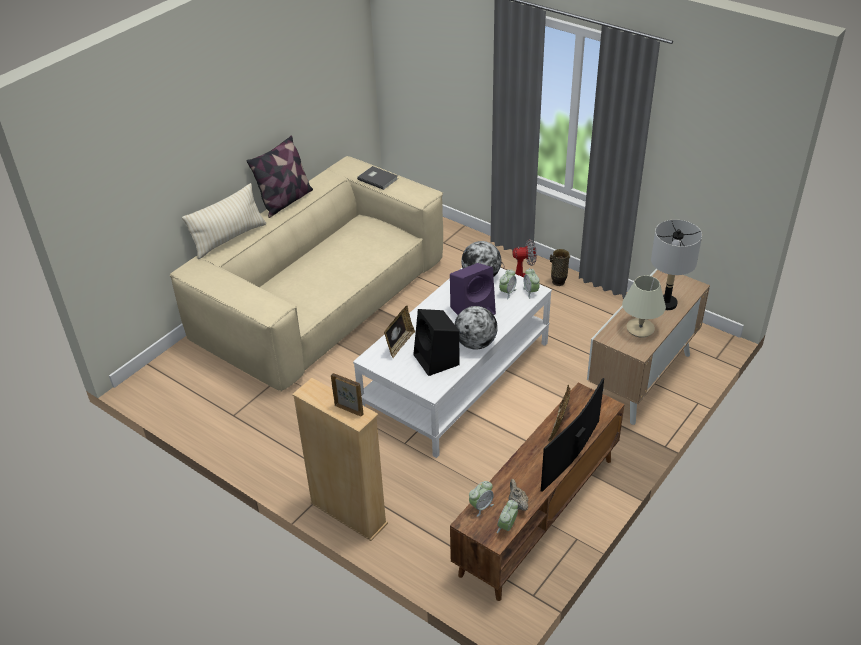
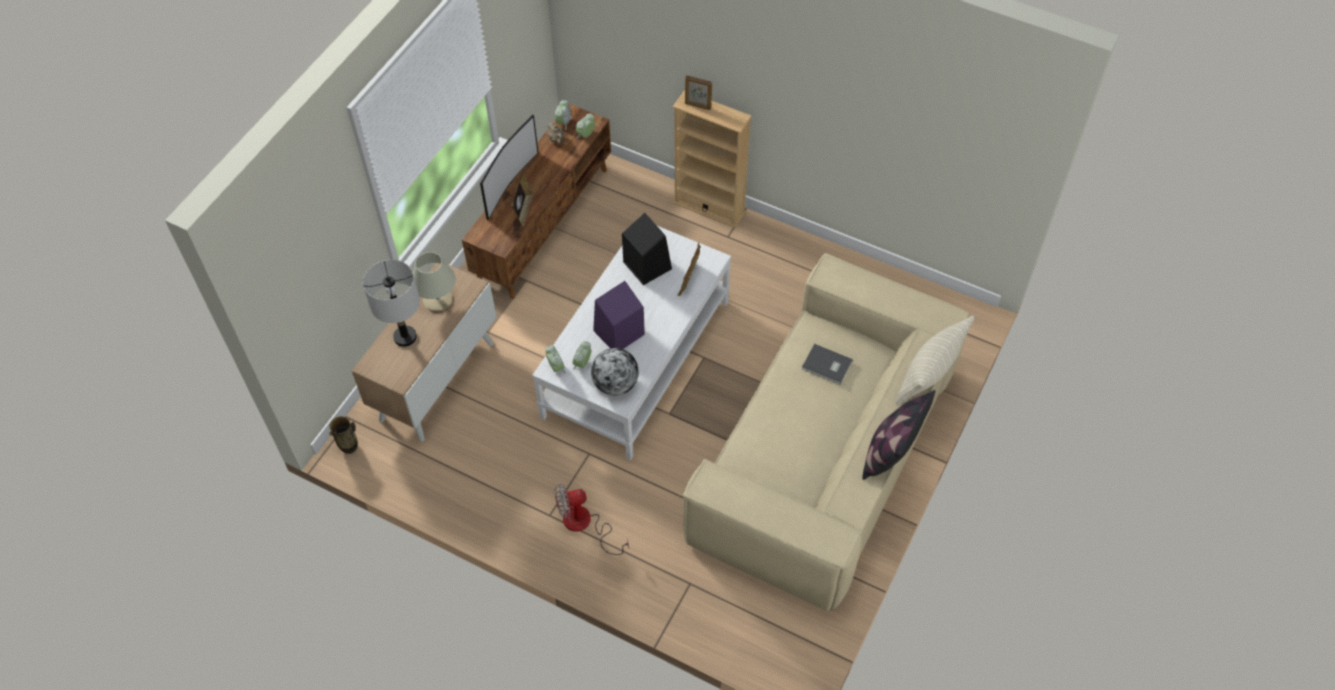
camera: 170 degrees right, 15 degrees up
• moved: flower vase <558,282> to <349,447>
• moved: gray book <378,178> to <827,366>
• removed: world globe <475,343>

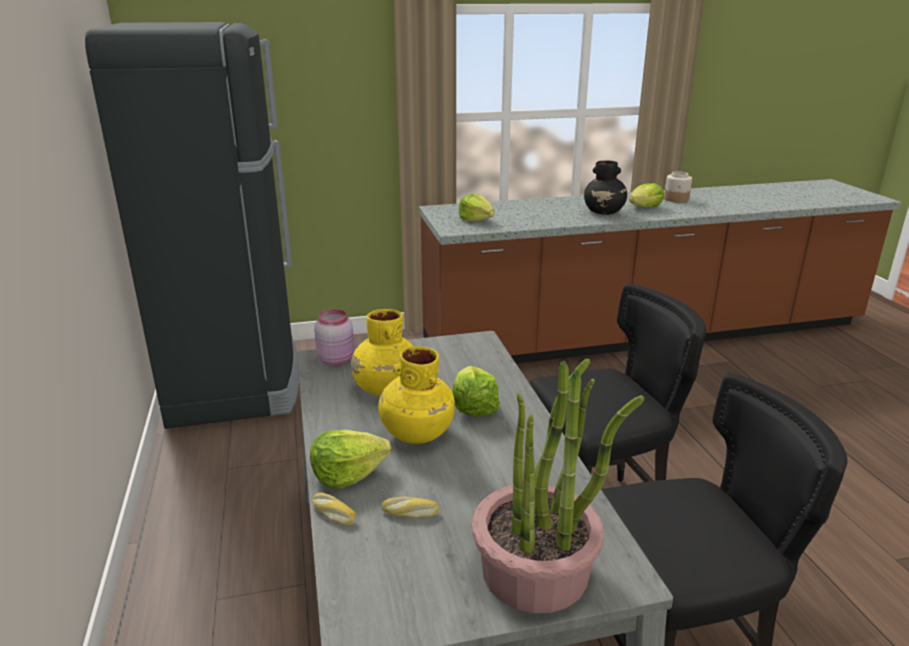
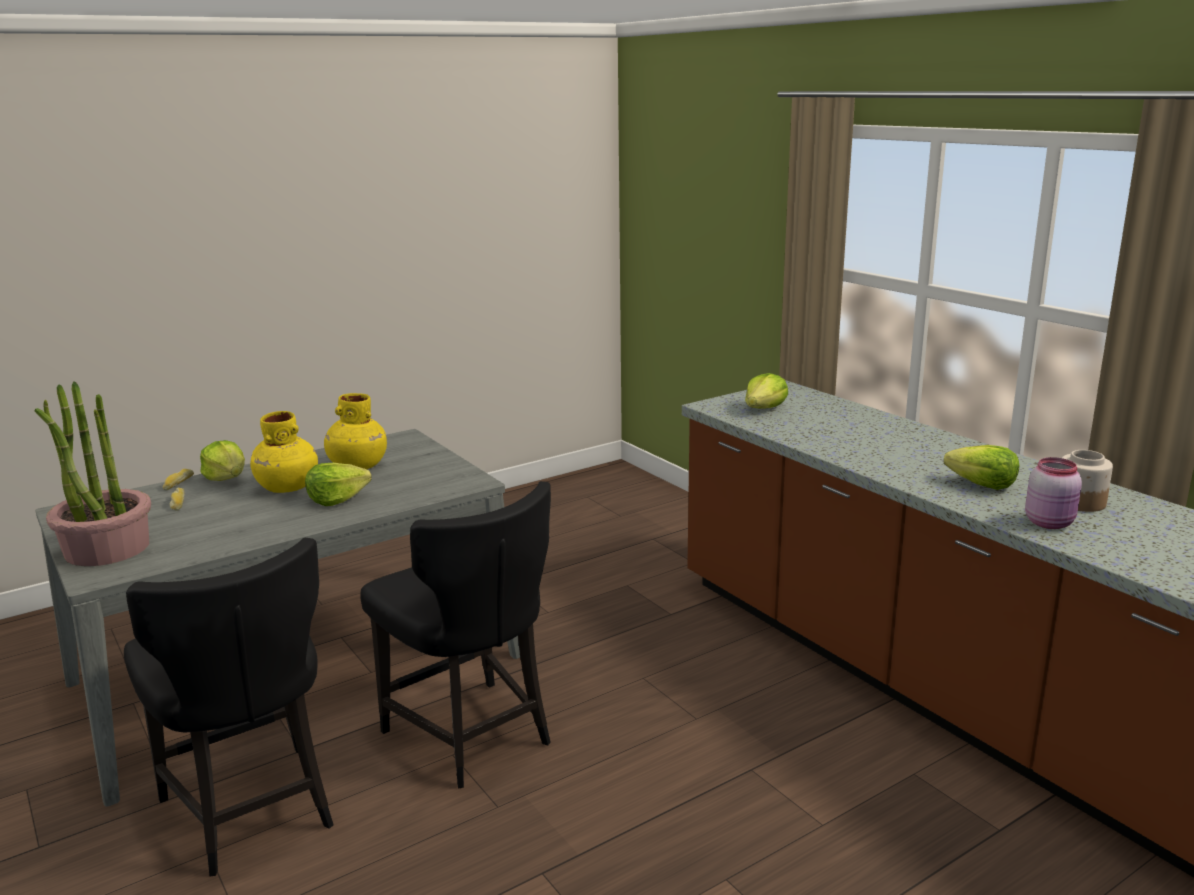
camera: 70 degrees right, 5 degrees down
• moved: pink-coloured jar <336,359> to <1050,523>
• removed: black refrigerator <235,382>
• removed: black flower vase <604,212>

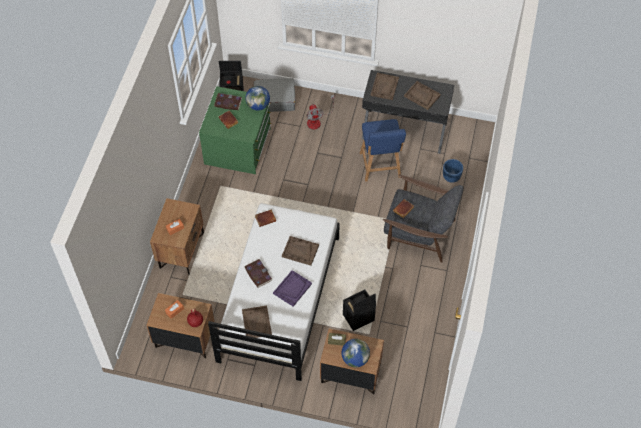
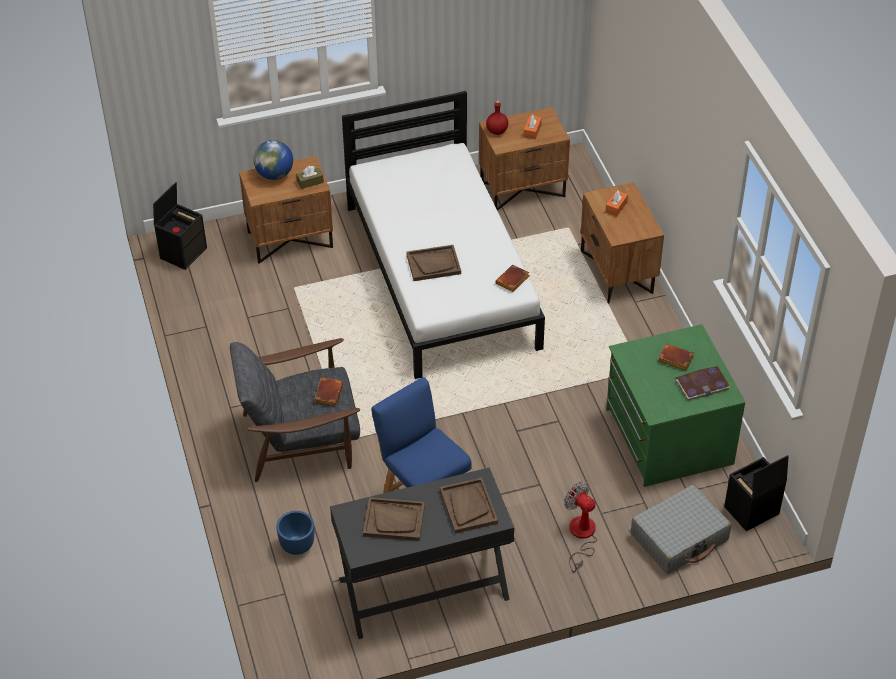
camera: 150 degrees right, 10 degrees down
• moved: black storage box <358,318> to <183,252>
• removed: brown tray <257,323>
• removed: world globe <258,105>
• removed: book <258,274>
• removed: purple-coloured tray <292,288>

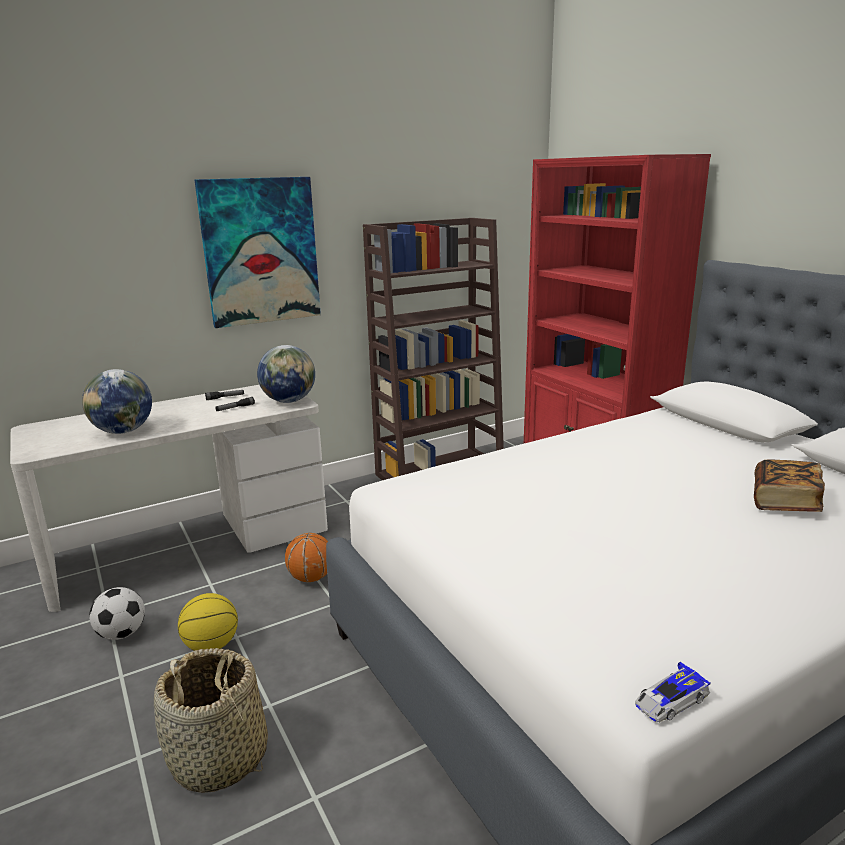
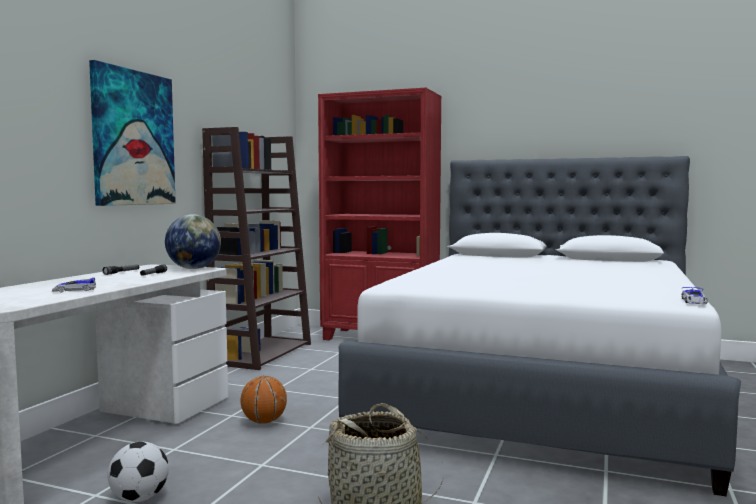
camera: 40 degrees left, 15 degrees down
• replaced: world globe <123,431> to toy car <74,290>
• removed: ball for basketball <211,646>
• removed: book <785,502>

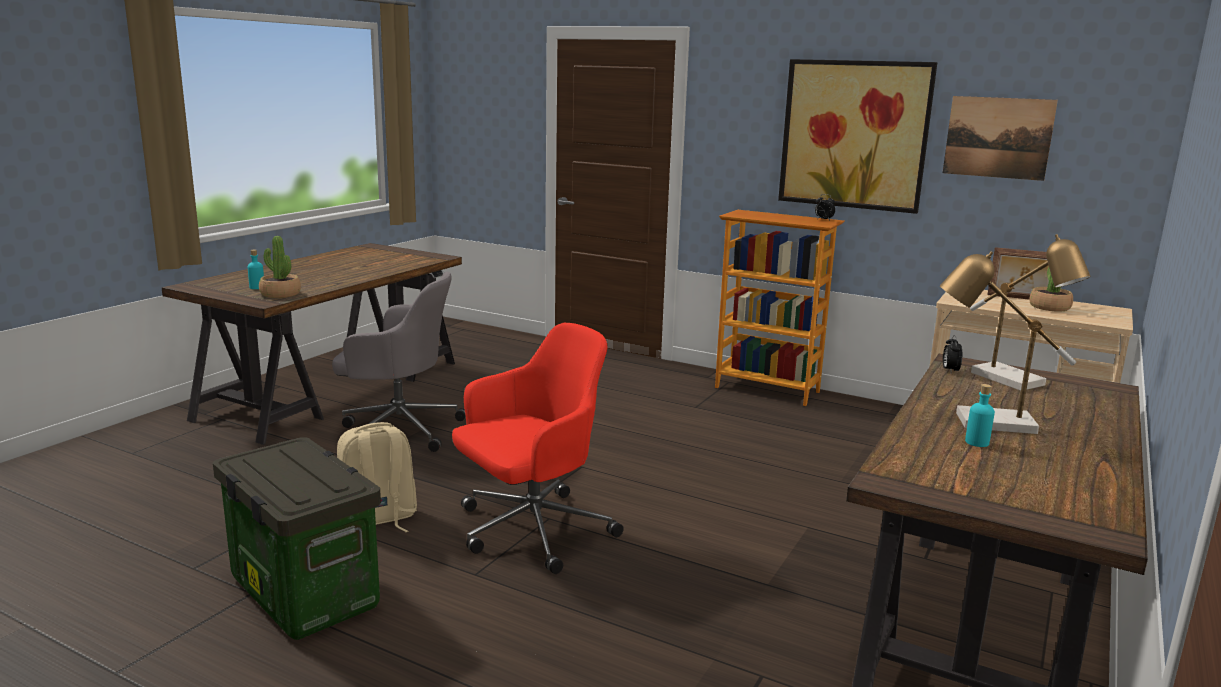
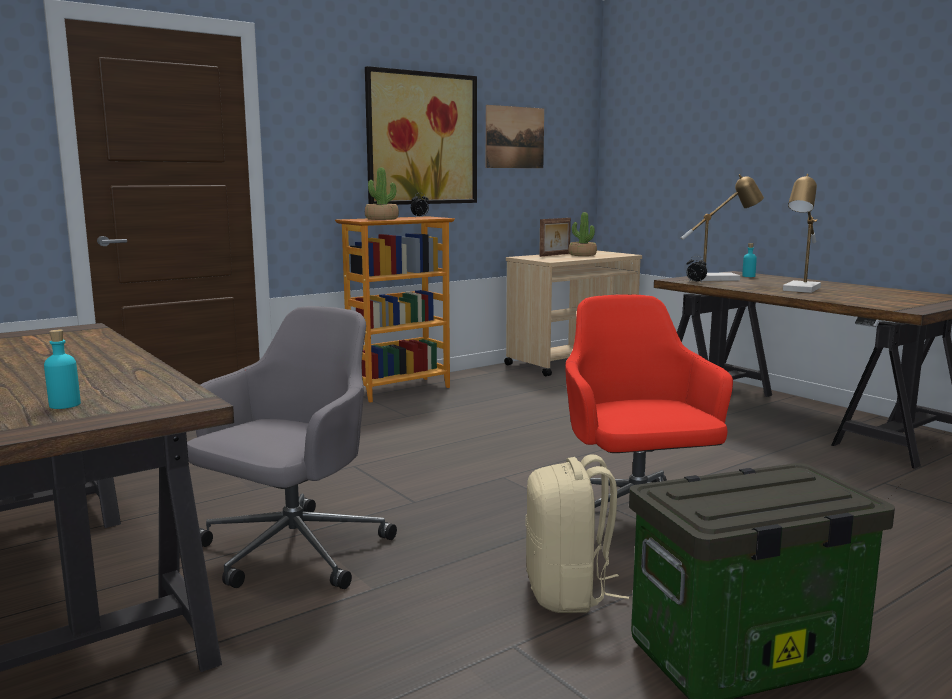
camera: 65 degrees left, 5 degrees down
• moved: potted plant <280,294> to <381,219>
• moved: blue-green drink bottle <977,442> to <748,276>

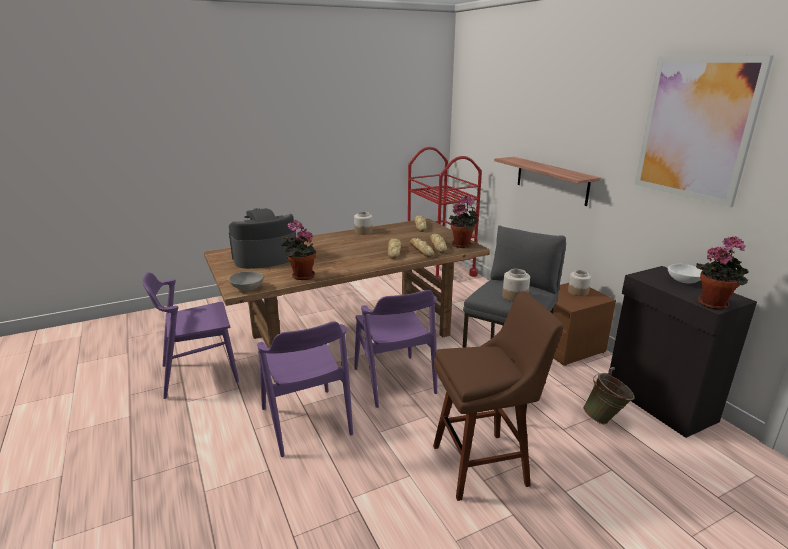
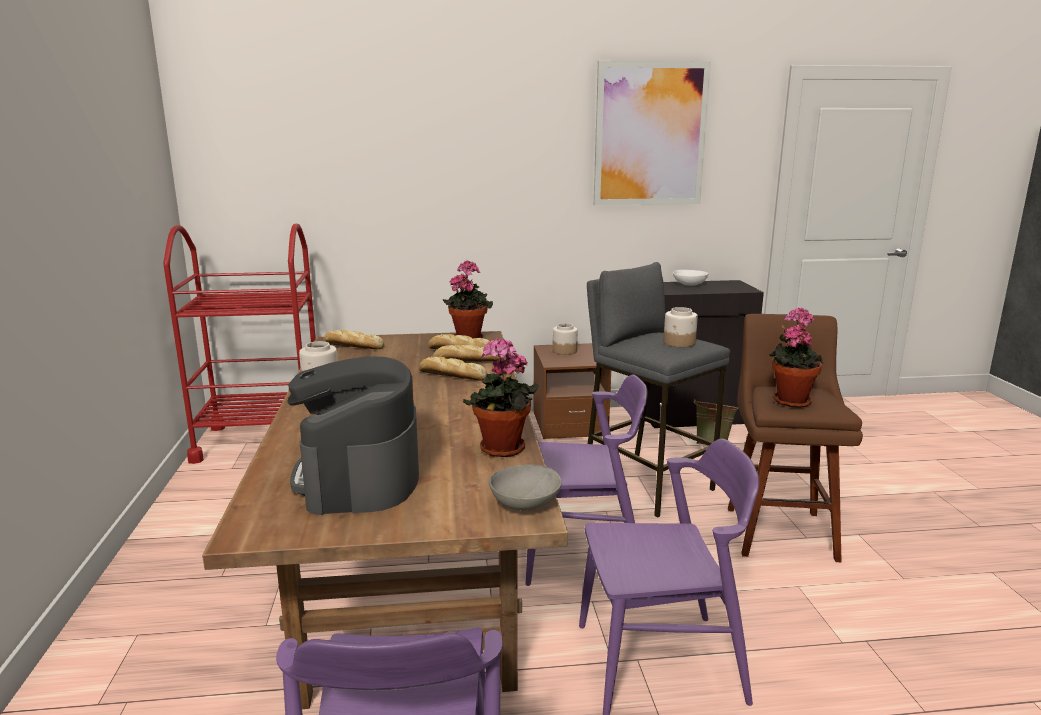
camera: 70 degrees left, 5 degrees down
• moved: potted plant <714,303> to <790,400>
• removed: shelf <551,180>

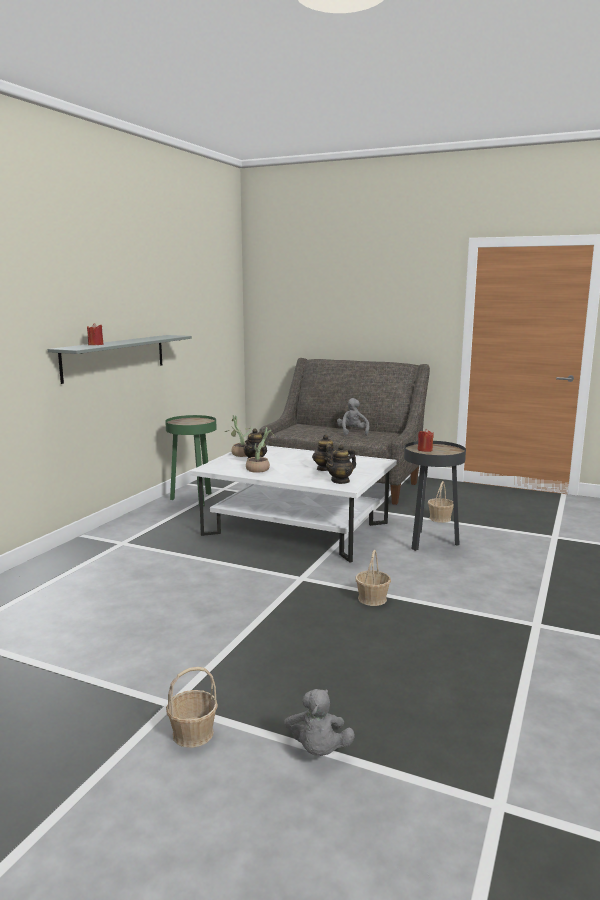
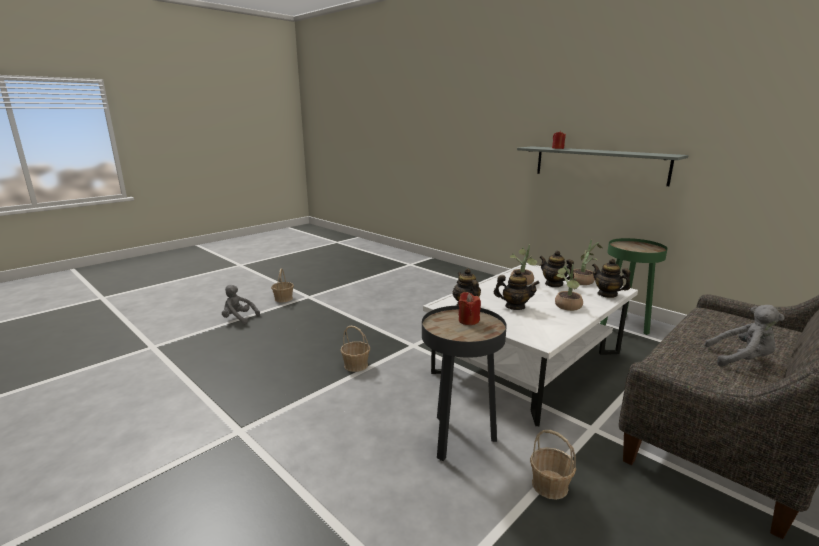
camera: 110 degrees right, 5 degrees up
• added: potted plant <567,307>
• added: teapot <607,294>

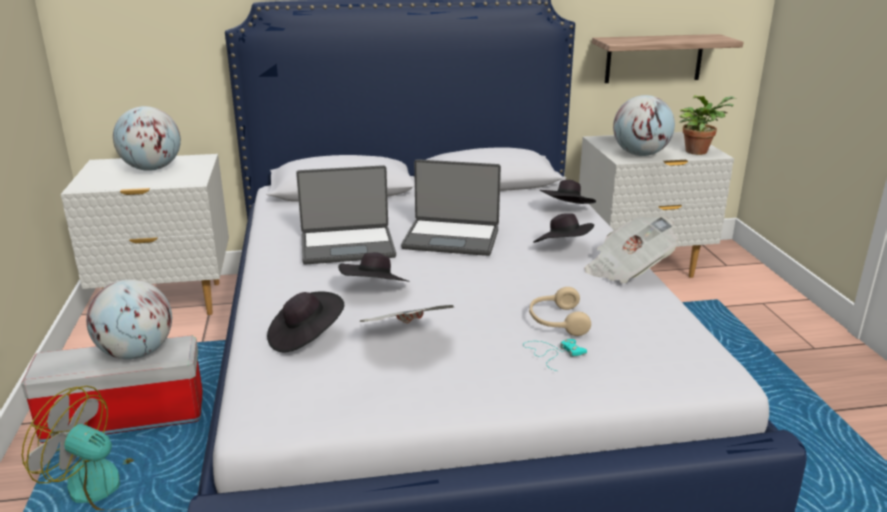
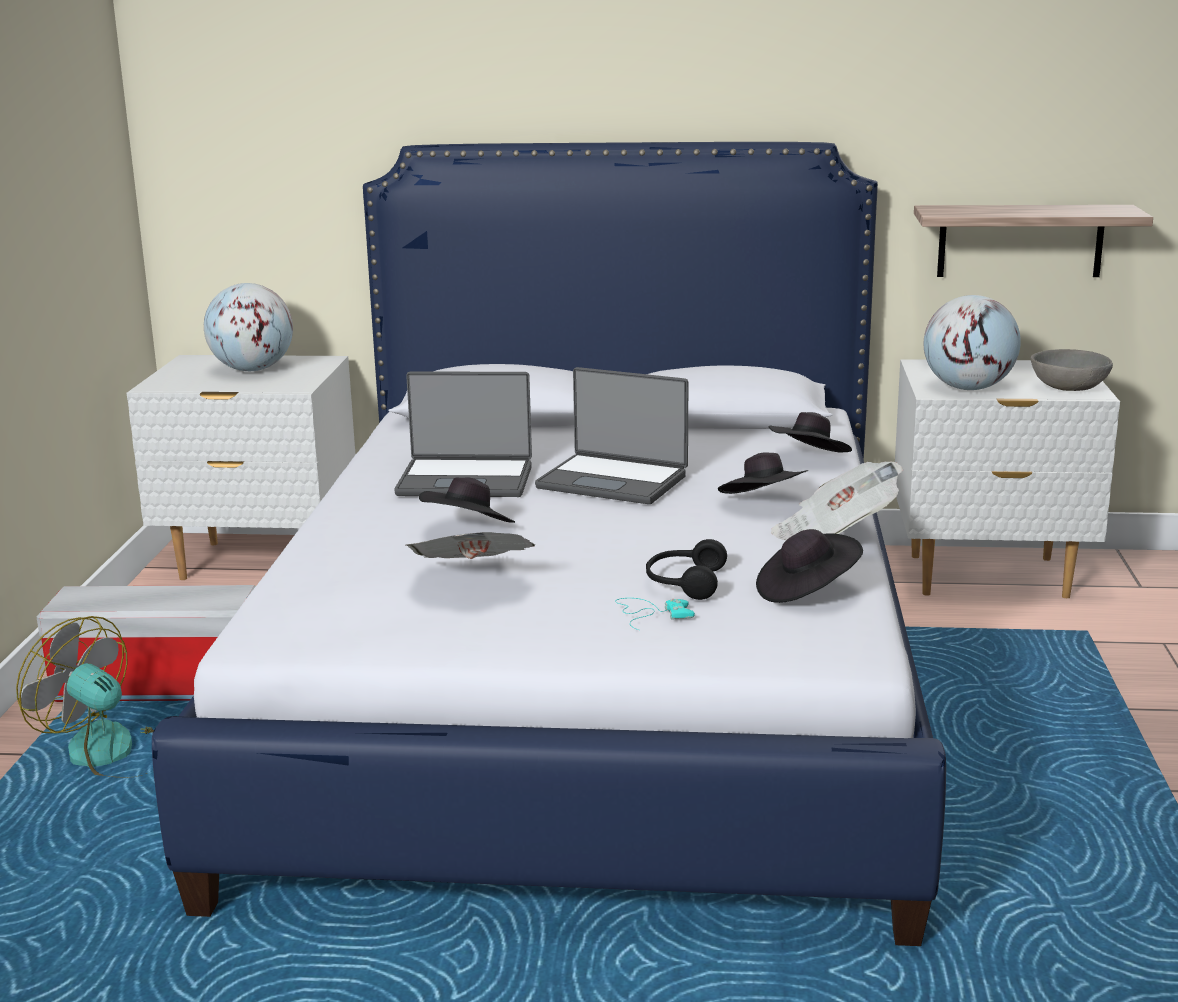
camera: 15 degrees right, 5 degrees down
• recoloured: sand-coloured headset <556,321> to black headset <684,583>
• moved: black hat <305,337> to <806,591>
• replaced: potted plant <698,151> to gray deep dish <1069,388>
• removed: world globe <136,353>

